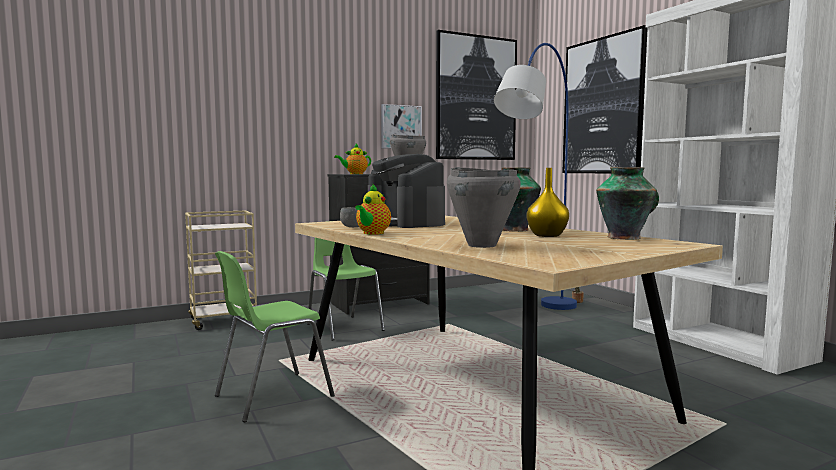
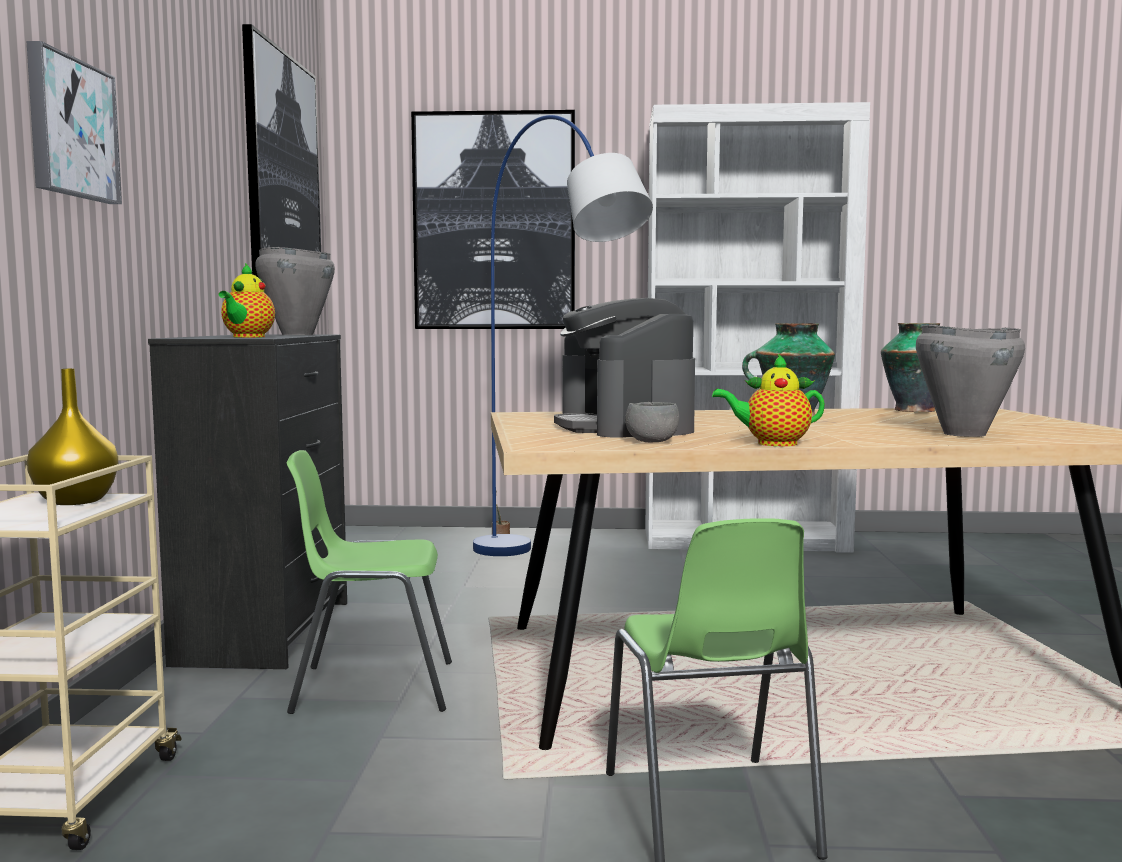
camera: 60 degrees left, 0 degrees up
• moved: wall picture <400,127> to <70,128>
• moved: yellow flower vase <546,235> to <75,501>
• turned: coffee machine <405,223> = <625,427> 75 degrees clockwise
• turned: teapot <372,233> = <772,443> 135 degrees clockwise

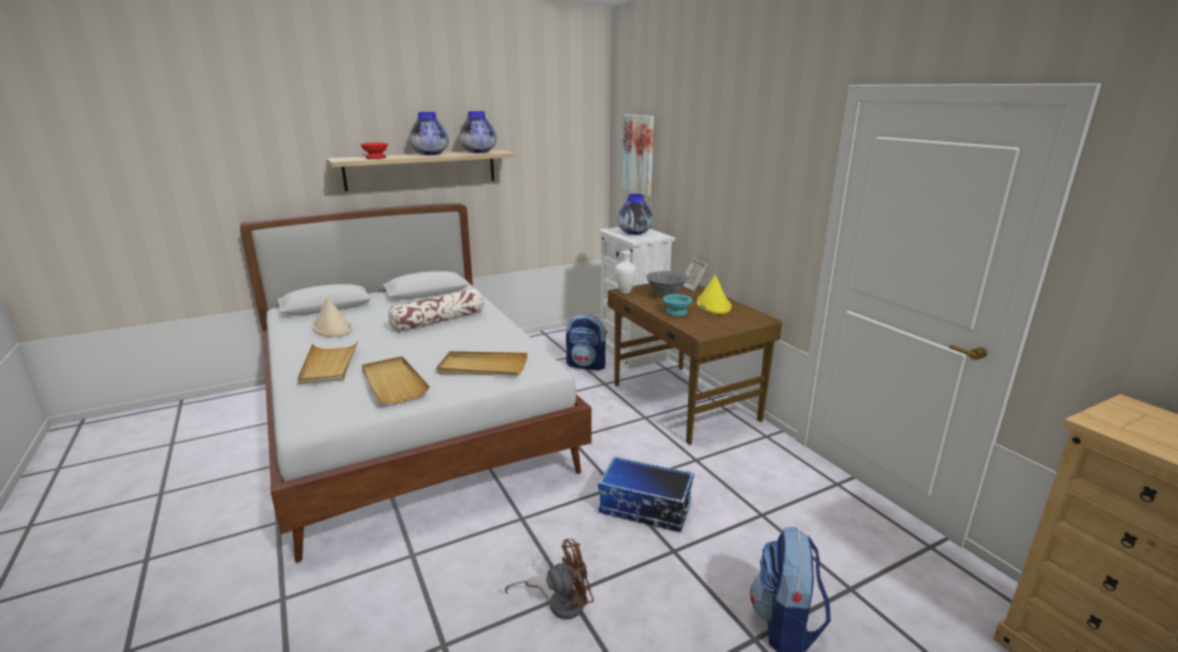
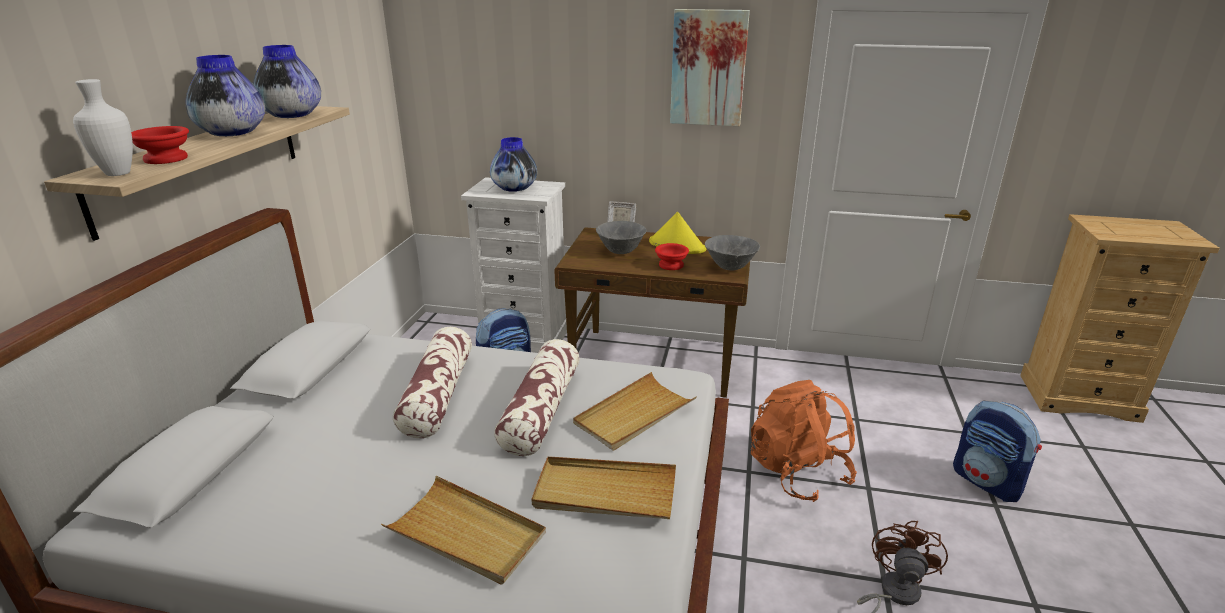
camera: 50 degrees left, 5 degrees up
• moved: white flower vase <624,292> to <116,174>
• added: cushion <541,410>
• recoloured: blue-green deep dish <676,312> to reddish deep dish <670,265>
• moved: wall picture <639,154> to <708,68>
• added: gray deep dish <730,268>
• replaced: storage box <644,509> to orange-coloured backpack <797,472>
• removed: sand-coloured hat <332,328>

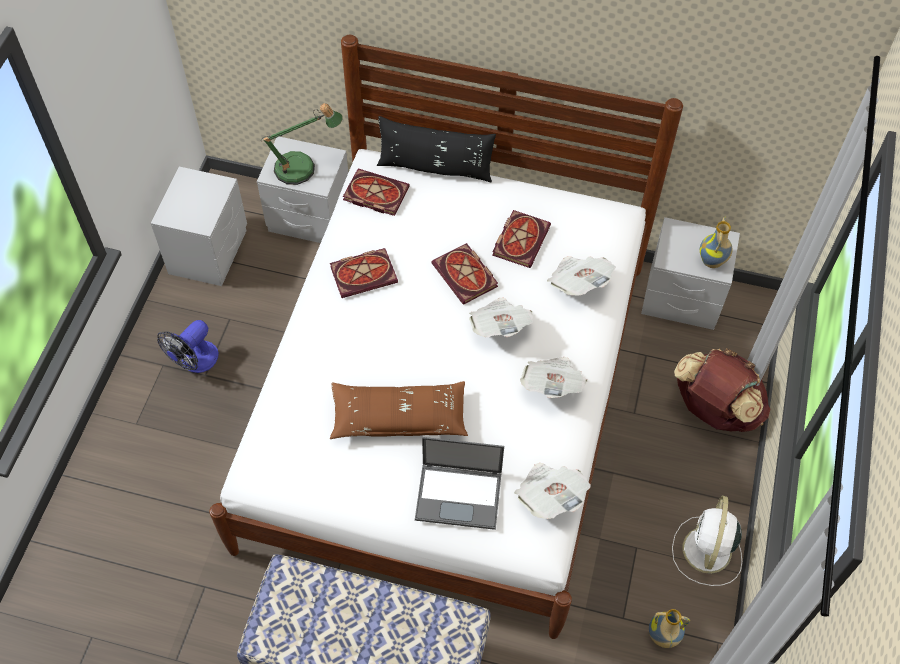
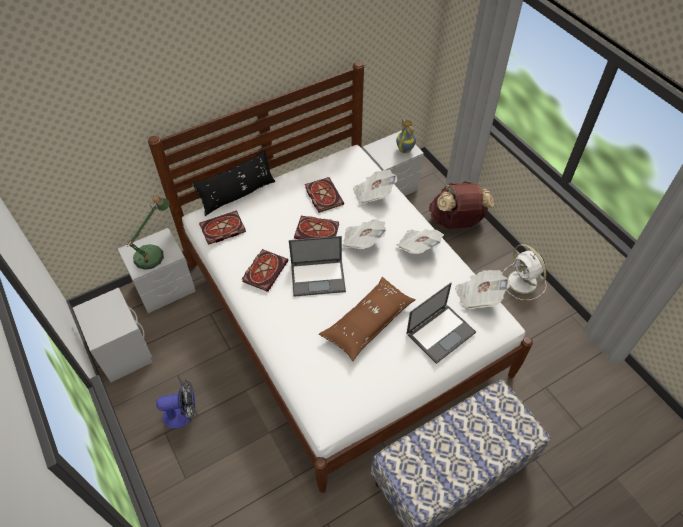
camera: 45 degrees left, 5 degrees down
• turned: electric fan <195,362> = <183,414> 90 degrees counterclockwise
• added: laptop <318,277>
• removed: flower vase <662,637>

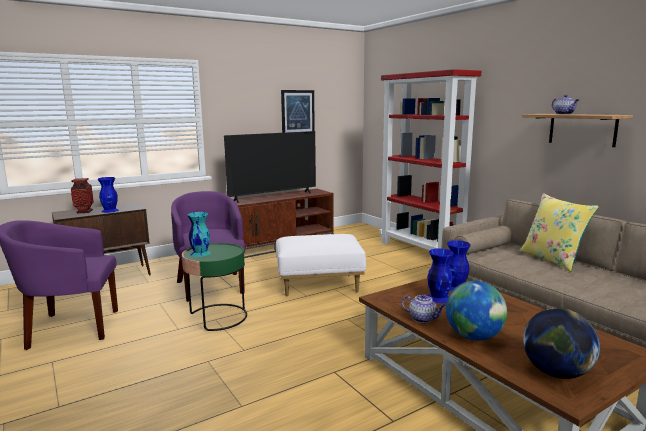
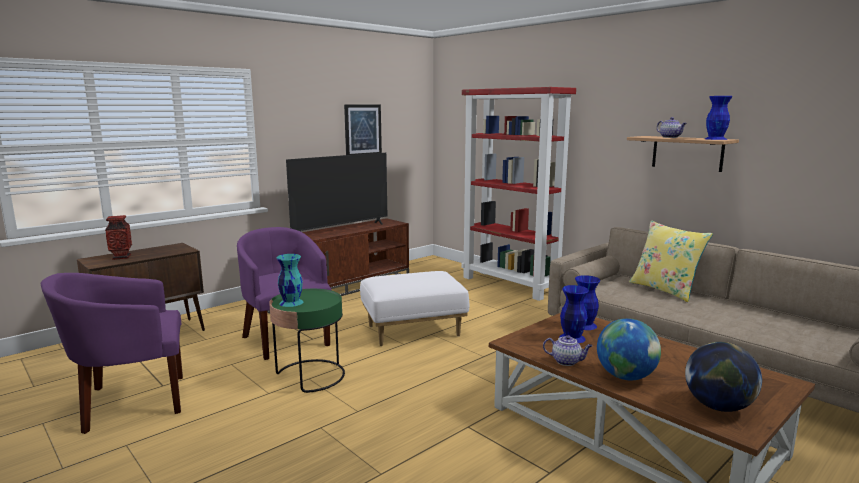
camera: 10 degrees left, 0 degrees up
• moved: blue-coloured flower vase <110,210> to <716,139>

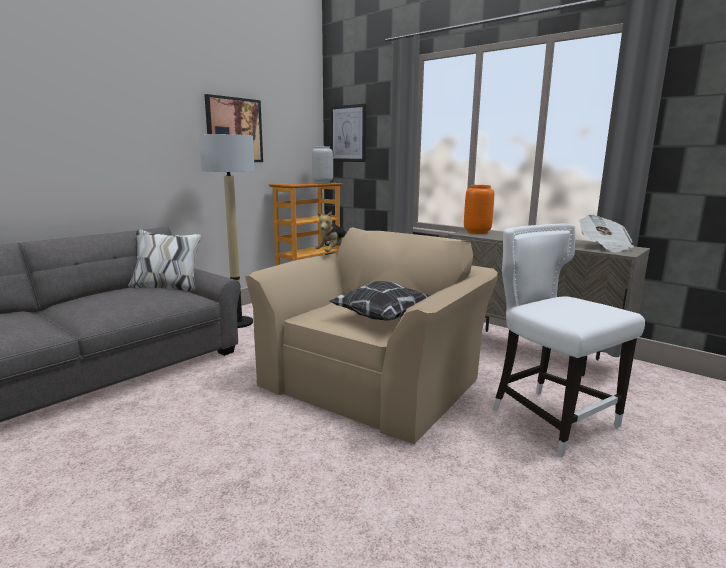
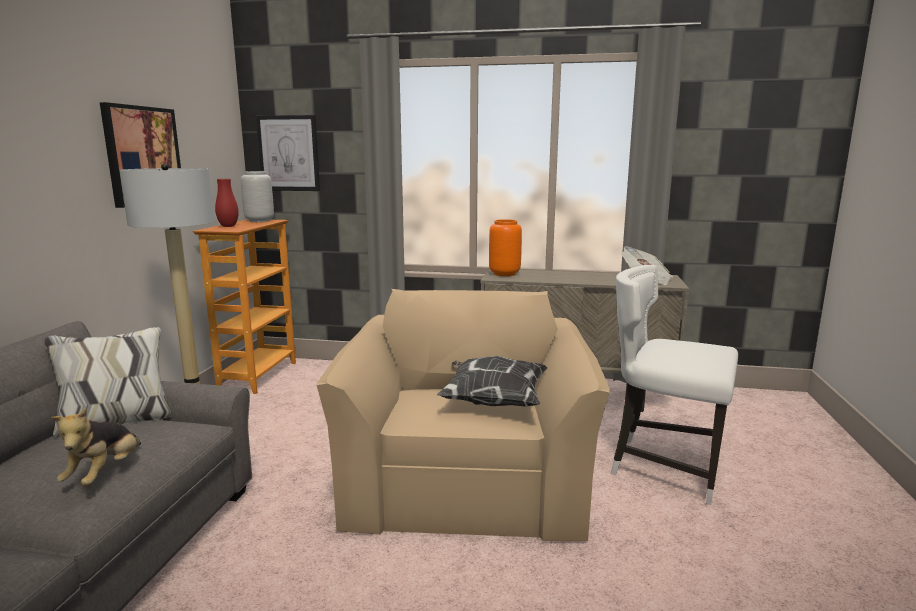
camera: 30 degrees left, 0 degrees up
• moved: cuddly toy <335,254> to <105,473>
• added: reddish flower vase <228,226>

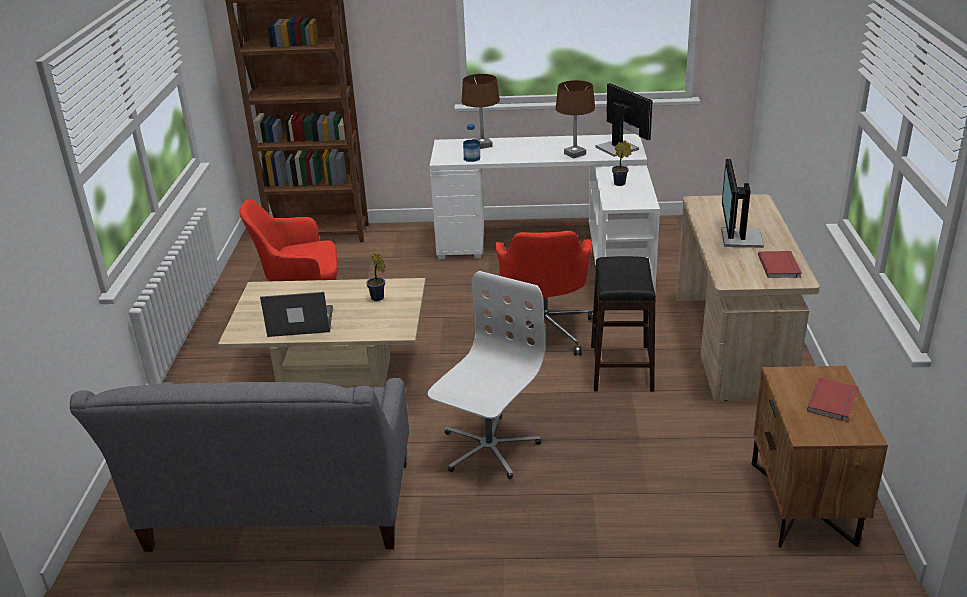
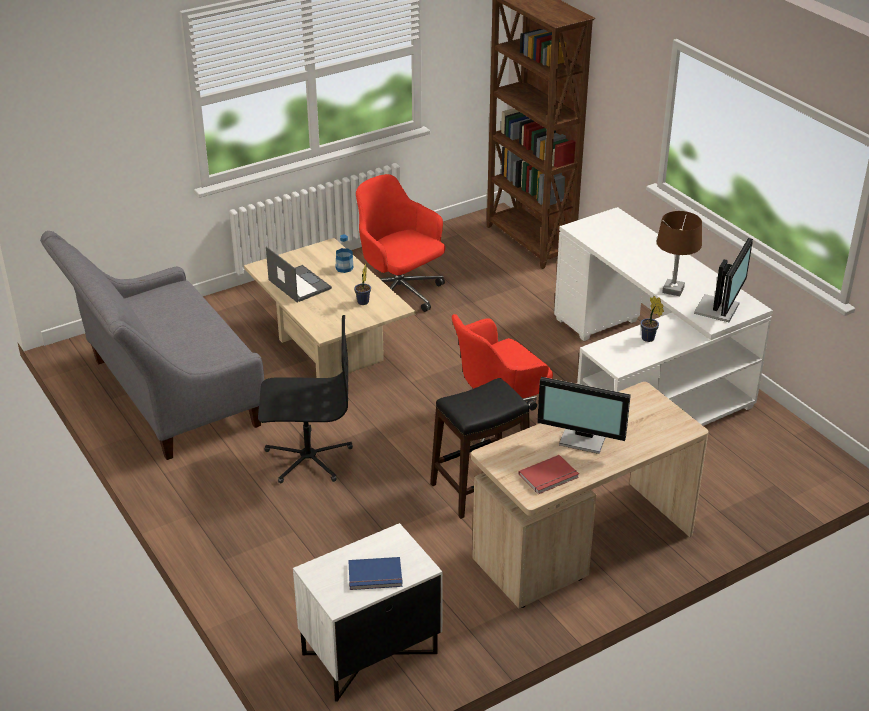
camera: 55 degrees right, 5 degrees up
• recoloured: white computer chair <488,448> to black computer chair <308,458>
• recoloured: brown night table <804,503> to white night table <370,655>
• moved: drink bottle <472,158> to <344,268>
• recoloured: reddish book <834,401> to blue-coloured book <375,576>
• turned: computer display <739,238> = <584,438> 135 degrees counterclockwise
• removed: brown lamp for a table <482,145>

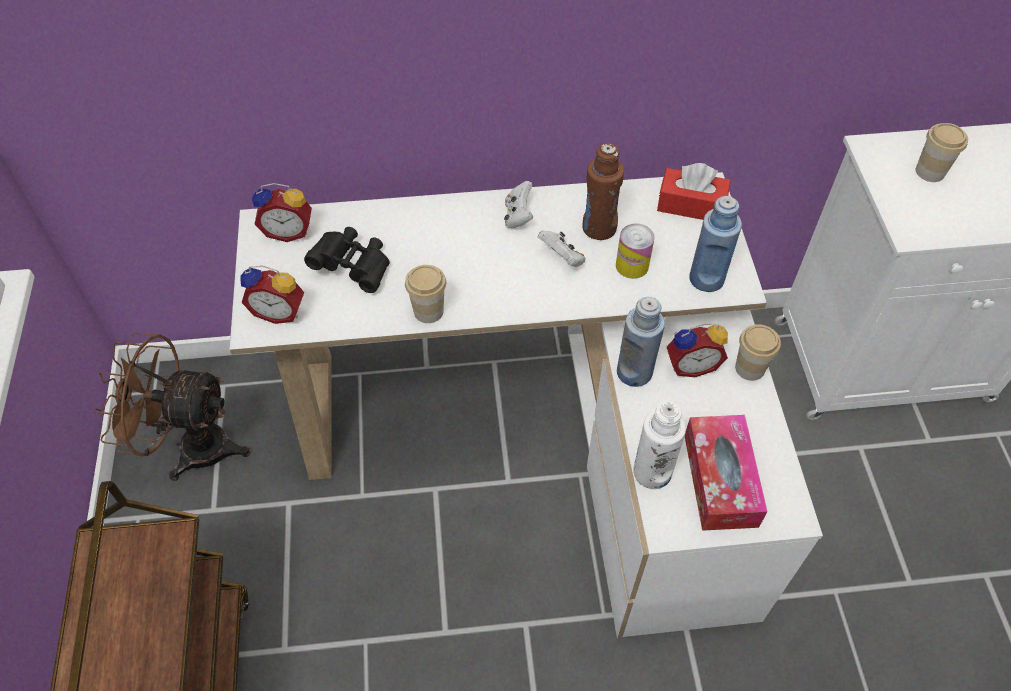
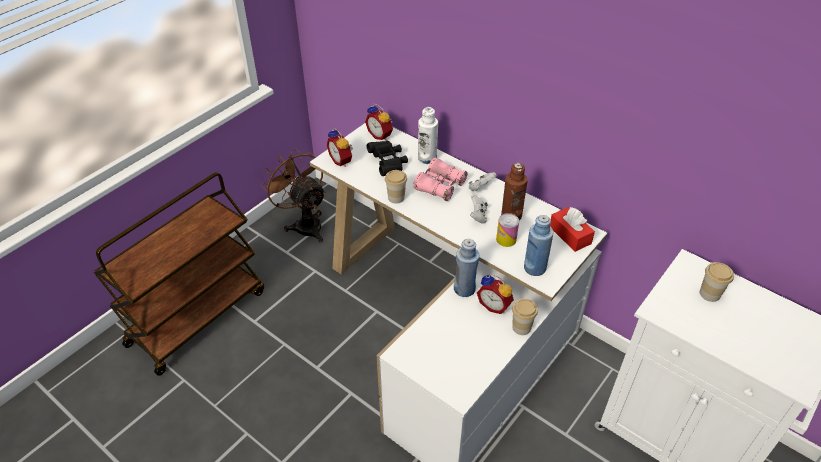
camera: 45 degrees right, 10 degrees down
• added: pink-coloured binoculars <440,186>
• moved: white drink bottle <652,472> to <427,158>
• removed: box of tissues <720,480>

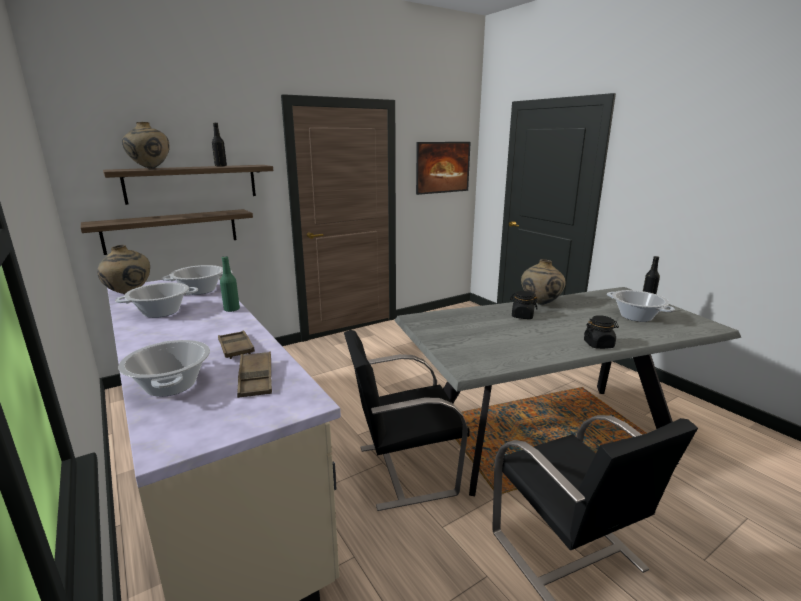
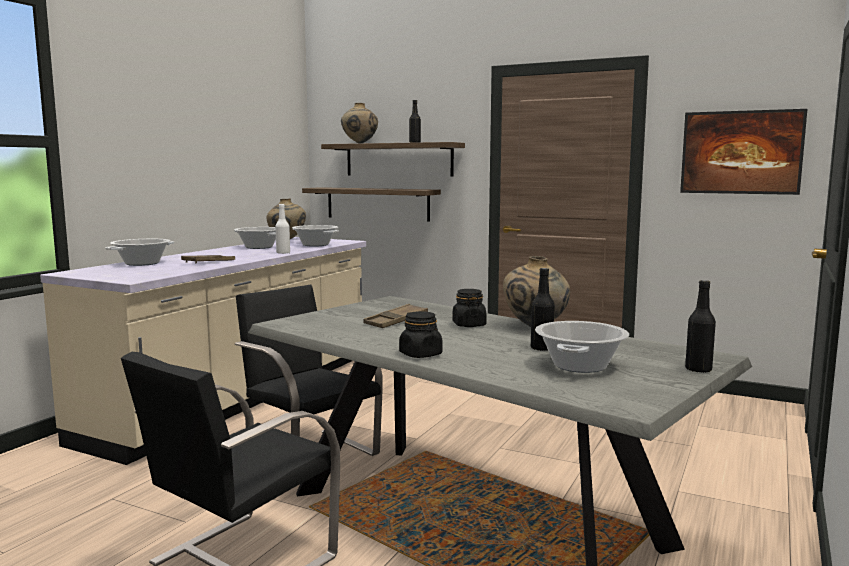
camera: 60 degrees right, 10 degrees down
• recoloured: greenish drink bottle <231,309> to white drink bottle <283,253>
• moved: brown tray <256,378> to <396,321>
• added: black drink bottle <541,348>

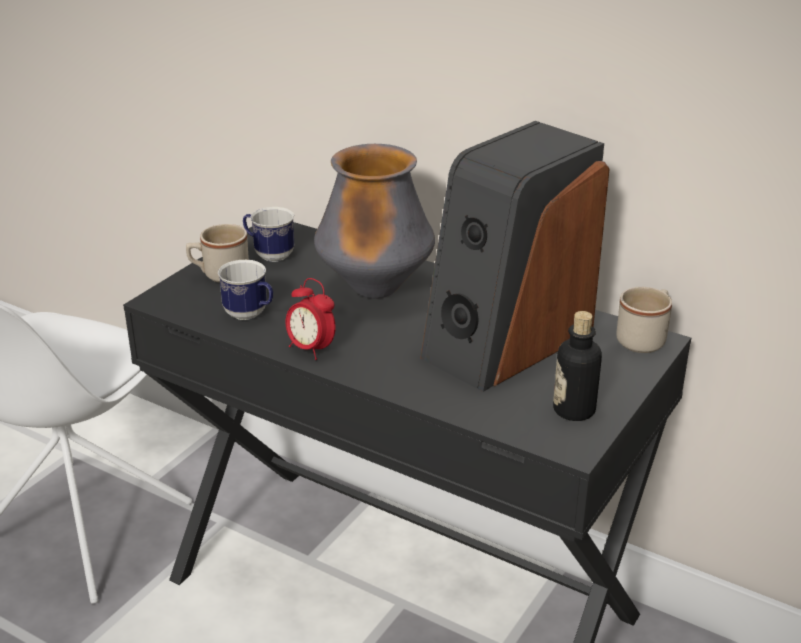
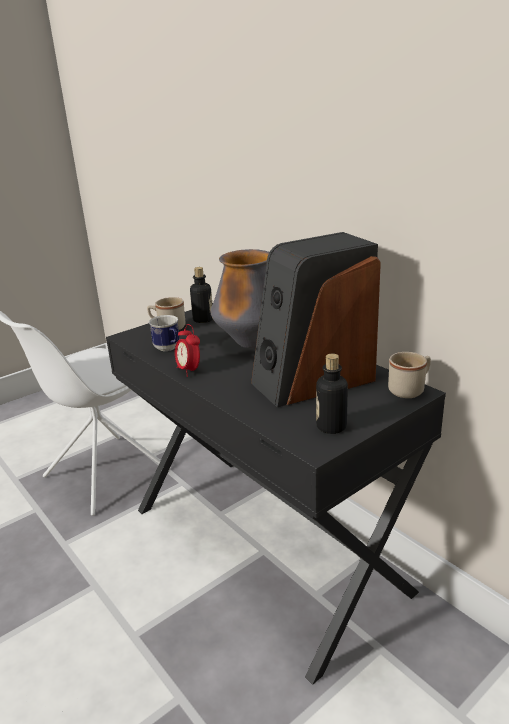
camera: 20 degrees right, 5 degrees down
• replaced: tea mug <269,254> to drink bottle <203,319>

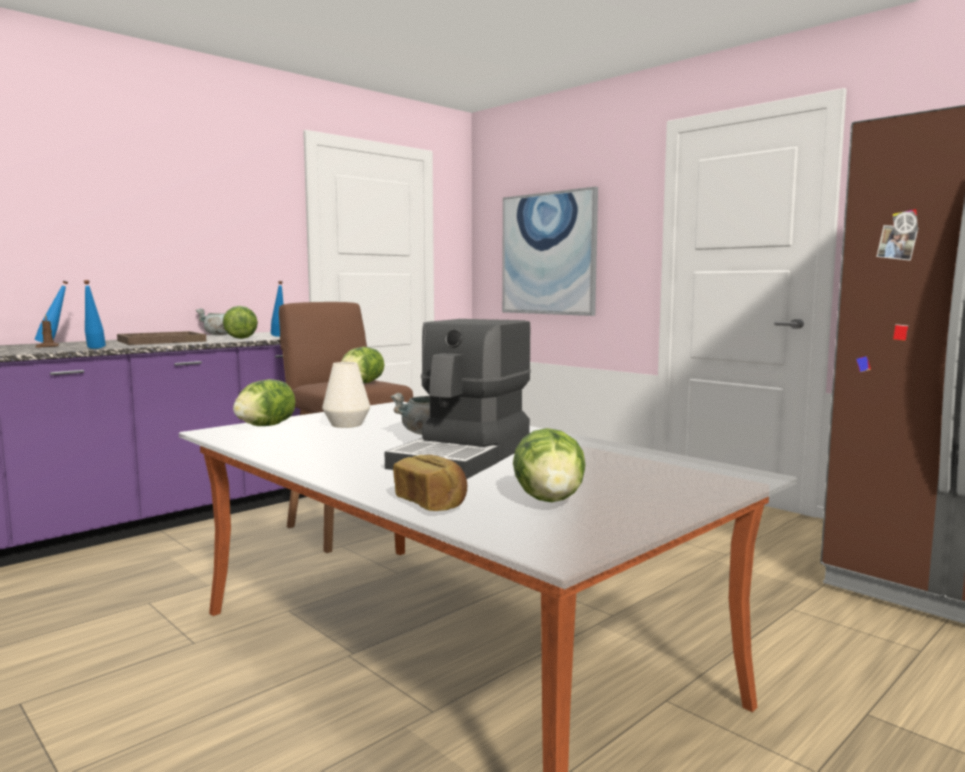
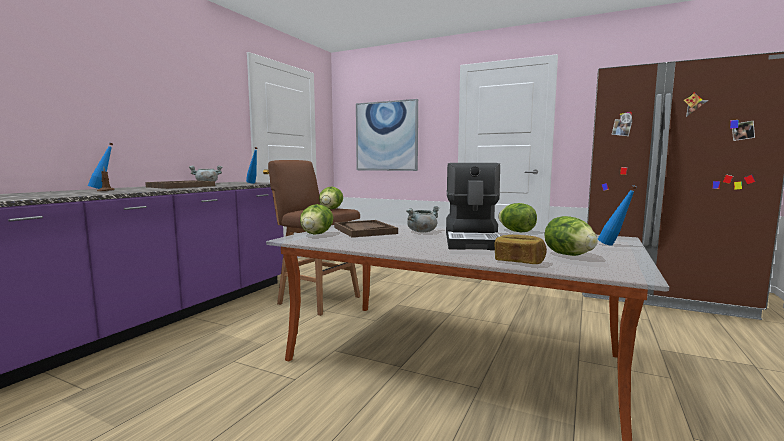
camera: 20 degrees left, 0 degrees up
• replaced: white flower vase <346,424> to brown tray <364,230>
• moved: head of lettuce <241,338> to <516,231>
• moved: blue-coloured drink bottle <94,349> to <614,245>

